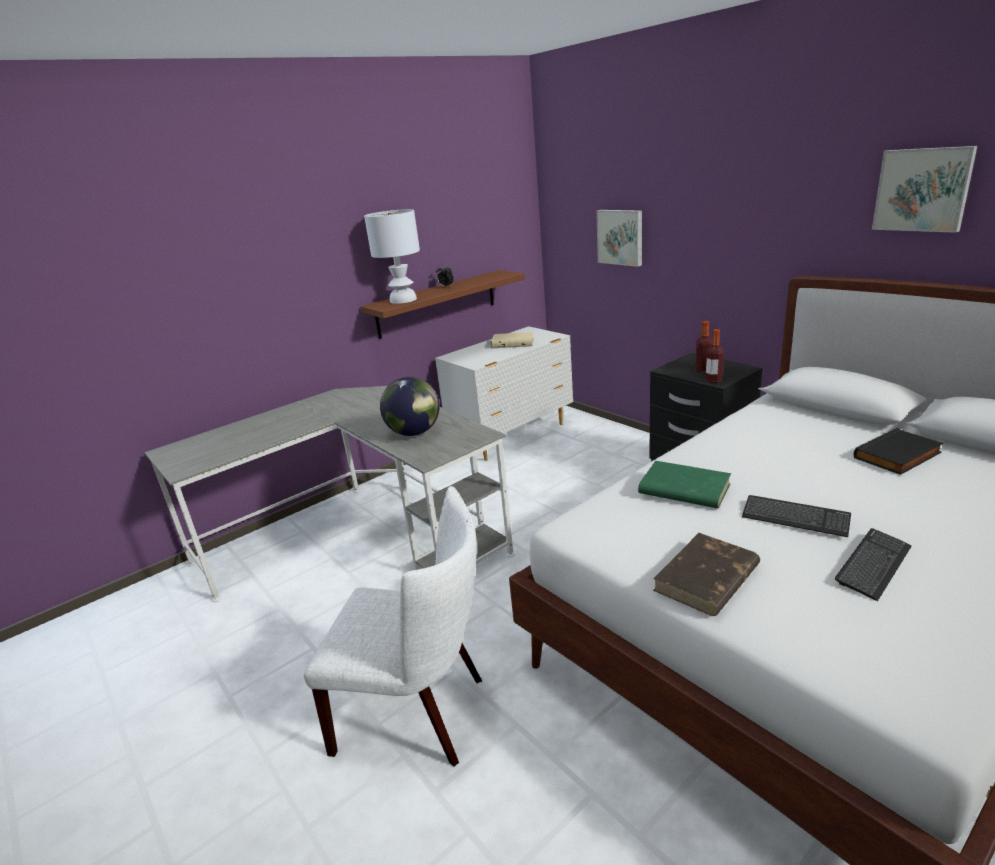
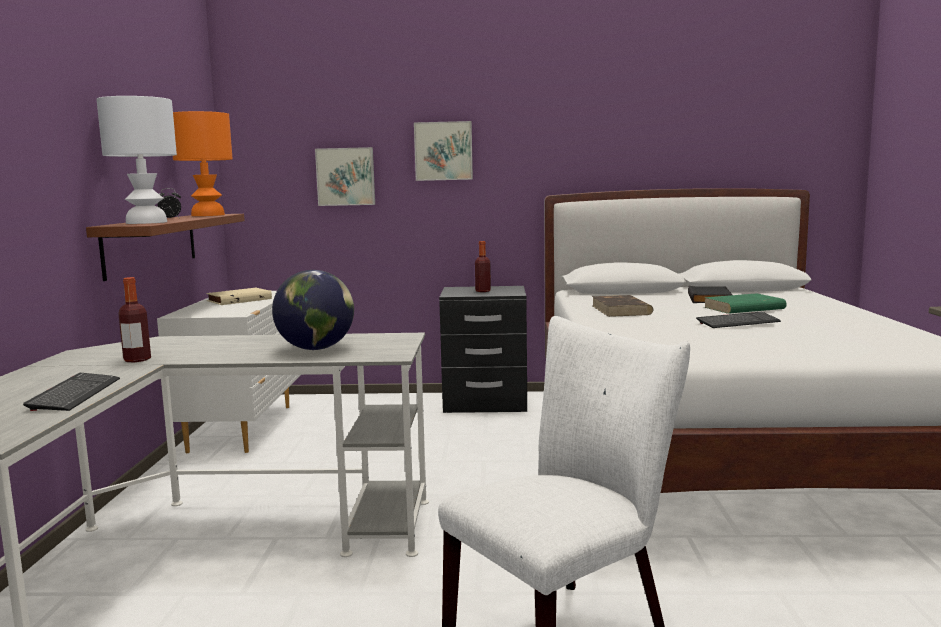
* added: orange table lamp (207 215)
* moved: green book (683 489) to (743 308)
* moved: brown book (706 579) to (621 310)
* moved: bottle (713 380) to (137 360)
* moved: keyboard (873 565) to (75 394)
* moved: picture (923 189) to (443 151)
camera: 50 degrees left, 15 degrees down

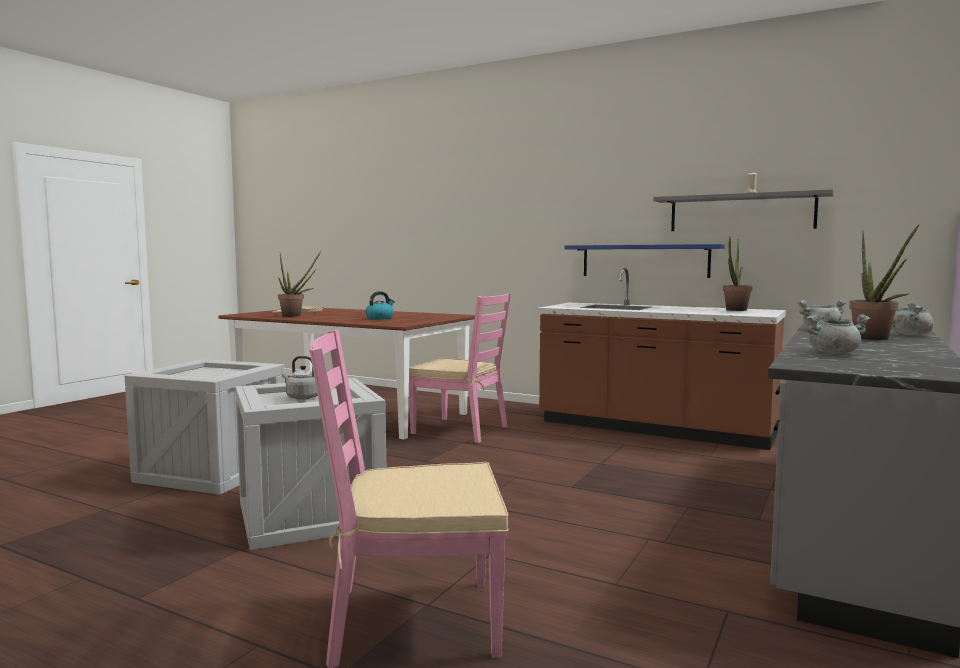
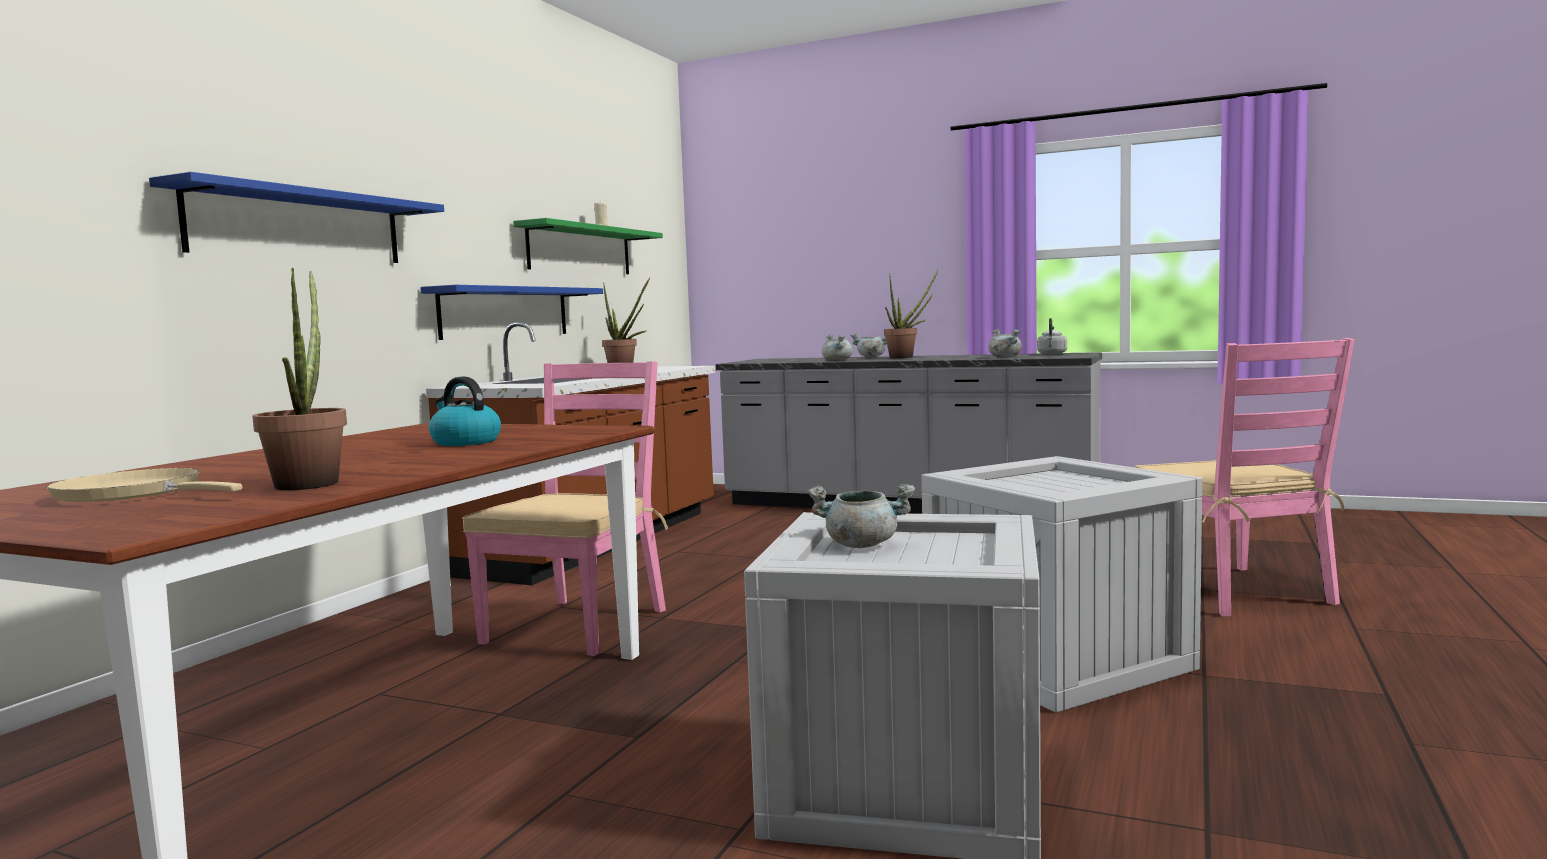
* added: blue shelf (299 226)
* added: grey cooking pot (862 545)
* moved: grey kettle (301 397) to (1052 354)
* recoloured: grey shelf (741 212) to green shelf (580 250)
camera: 95 degrees left, 0 degrees up

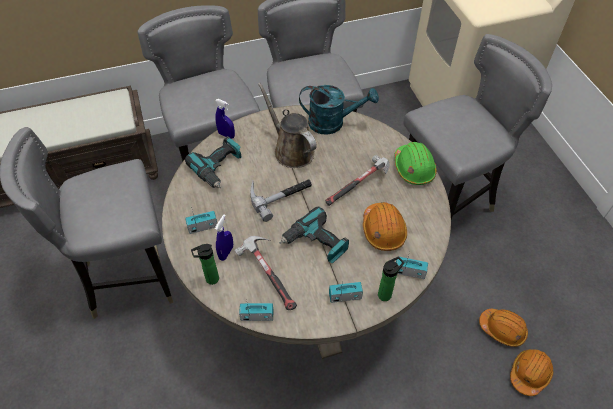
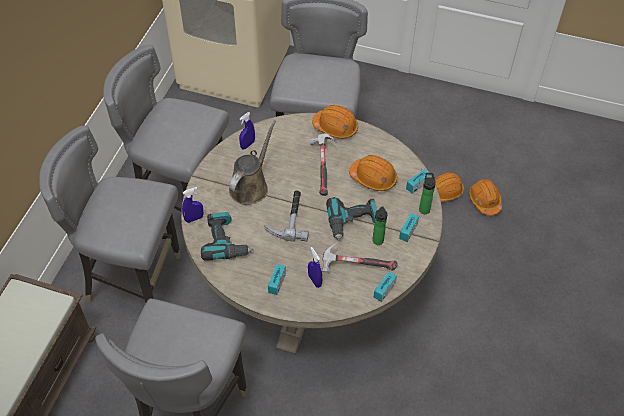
* moved: bottle (210 279) to (377 242)
* replaced: turquoise watering can (333 123) to blue spray bottle (247 145)
* recoloured: green hard hat (413 168) to orange hard hat (335 127)
* turned: brown watering can (291 150) = (251 186) 120 degrees clockwise
camera: 55 degrees left, 0 degrees up

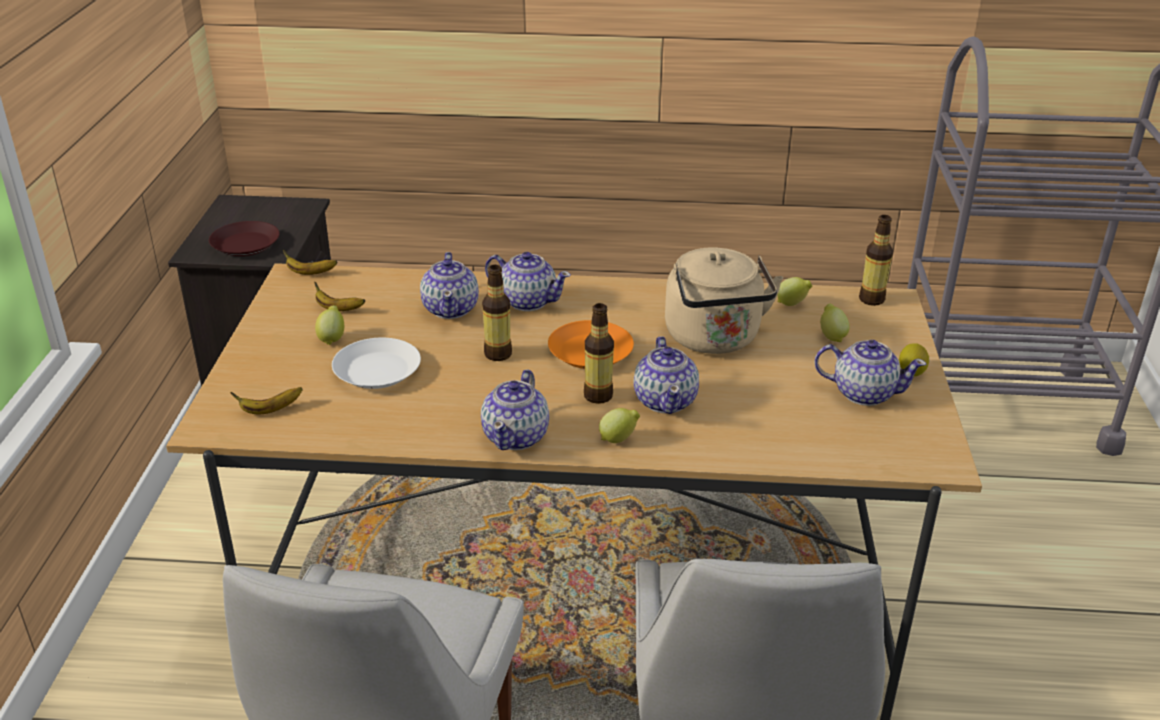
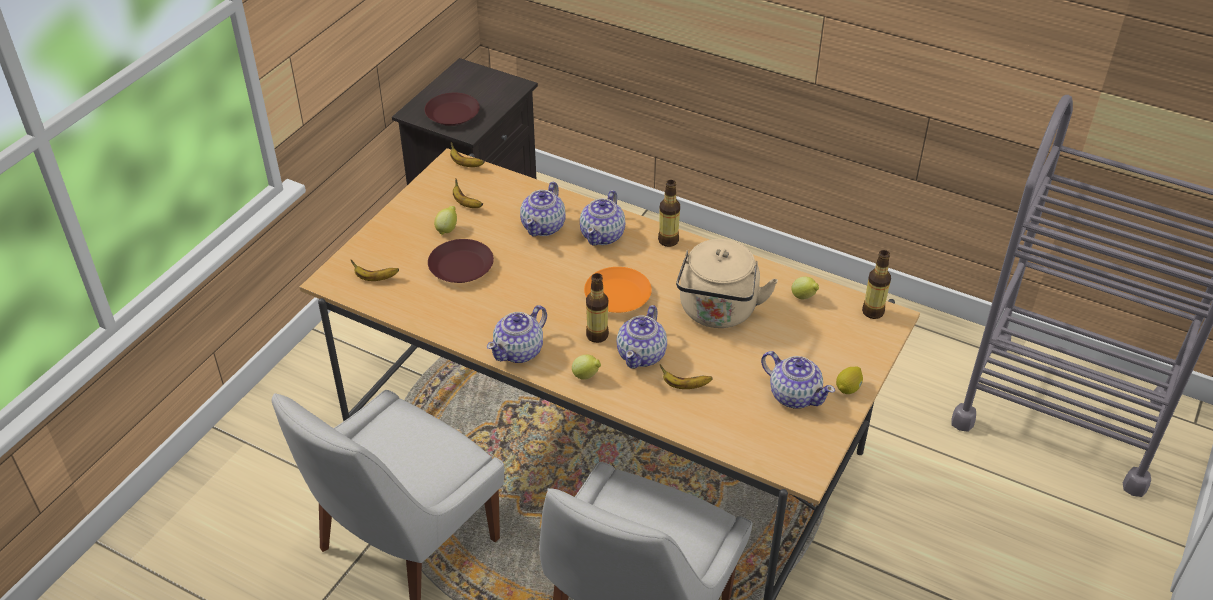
* removed: lemon (831 336)
* added: banana (685 386)
* moved: bottle (498 354) to (668 240)
* recoloured: white plate (378 371) to brown plate (461 267)
* turned: teapot (527 301) = (603 235) 60 degrees clockwise
camera: 25 degrees right, 10 degrees up

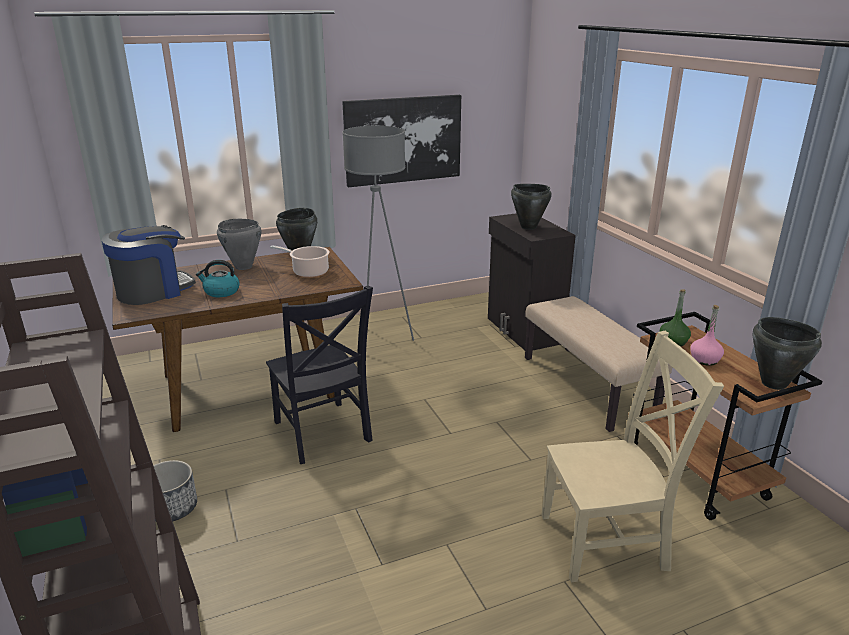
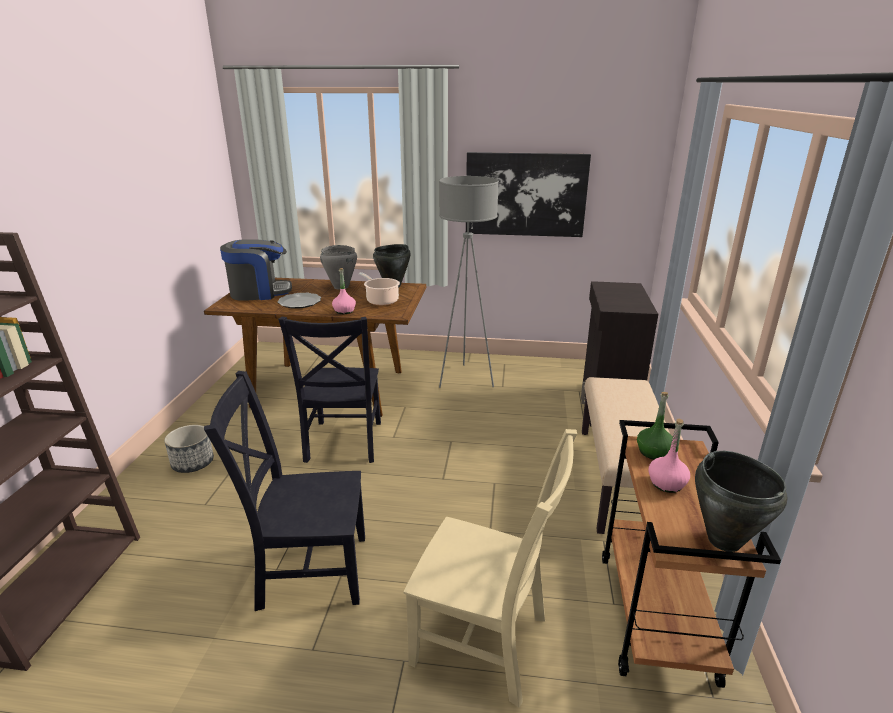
* removed: black cooking pot (528 227)
* added: black chair (308 570)
* added: pink bottle (344 311)
* replaced: kettle (221 292) to plate (299 302)
camera: 30 degrees right, 0 degrees up

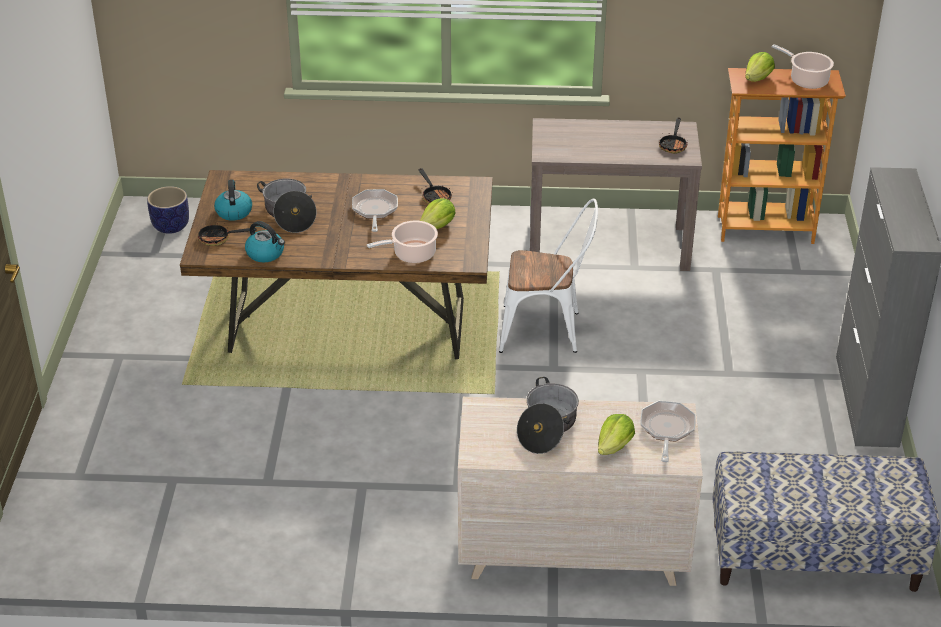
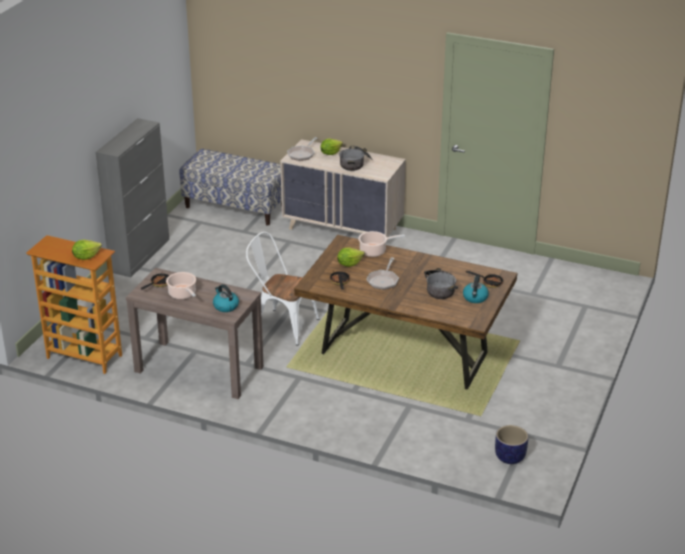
* moved: kettle (266 253) to (225 306)
* moved: cooking pot (806 80) to (183 294)
camera: 160 degrees left, 5 degrees down

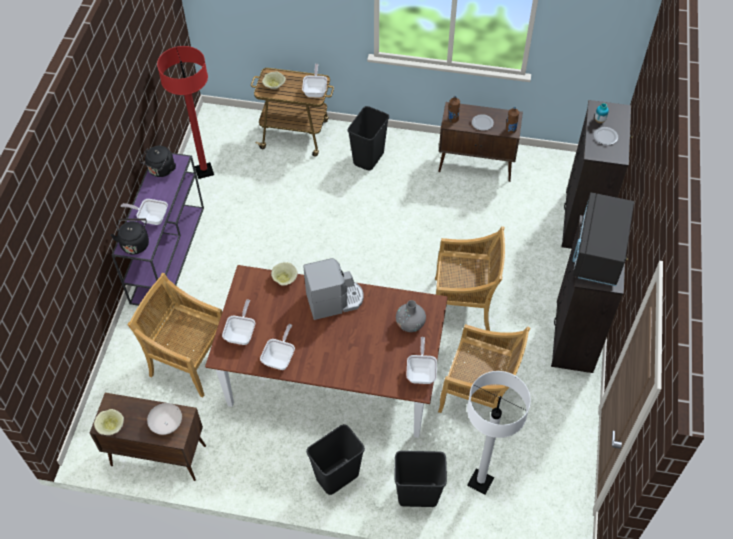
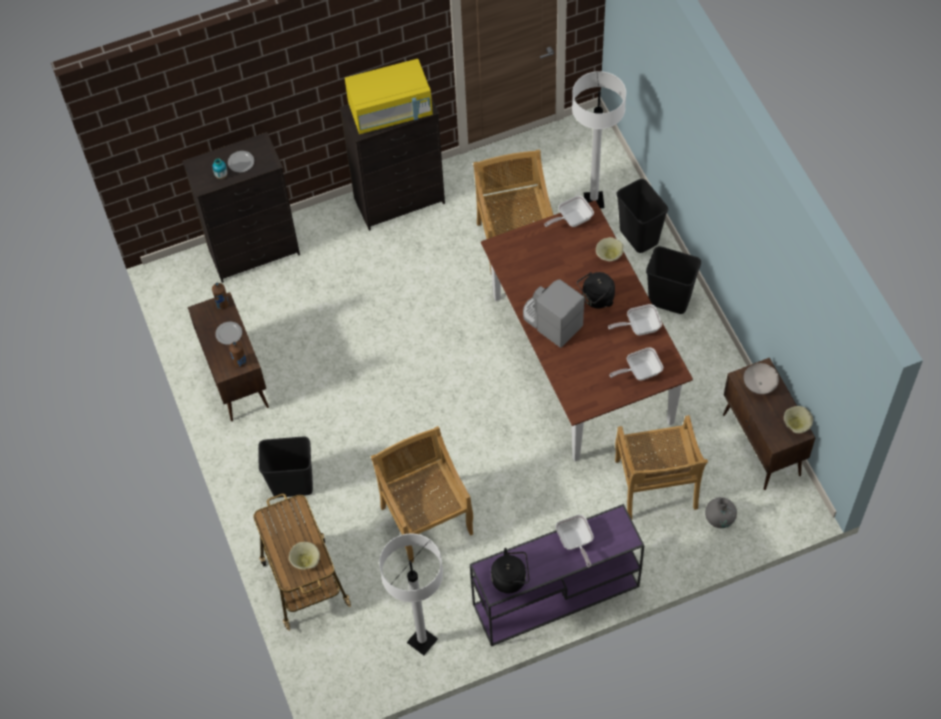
* removed: frying pan (315 90)
* moved: black kettle (135 243) to (596 299)
* moved: beige bowl (285 279) to (609 254)
* moved: grey vase (410 324) to (719 518)
* moved: beige chair (463 304) to (426 518)
* recoloured: red floor lamp (204 171) to white floor lamp (422 641)
* recoloured: black microwave (598 253) to yellow microwave (391 111)
camera: 120 degrees left, 5 degrees up

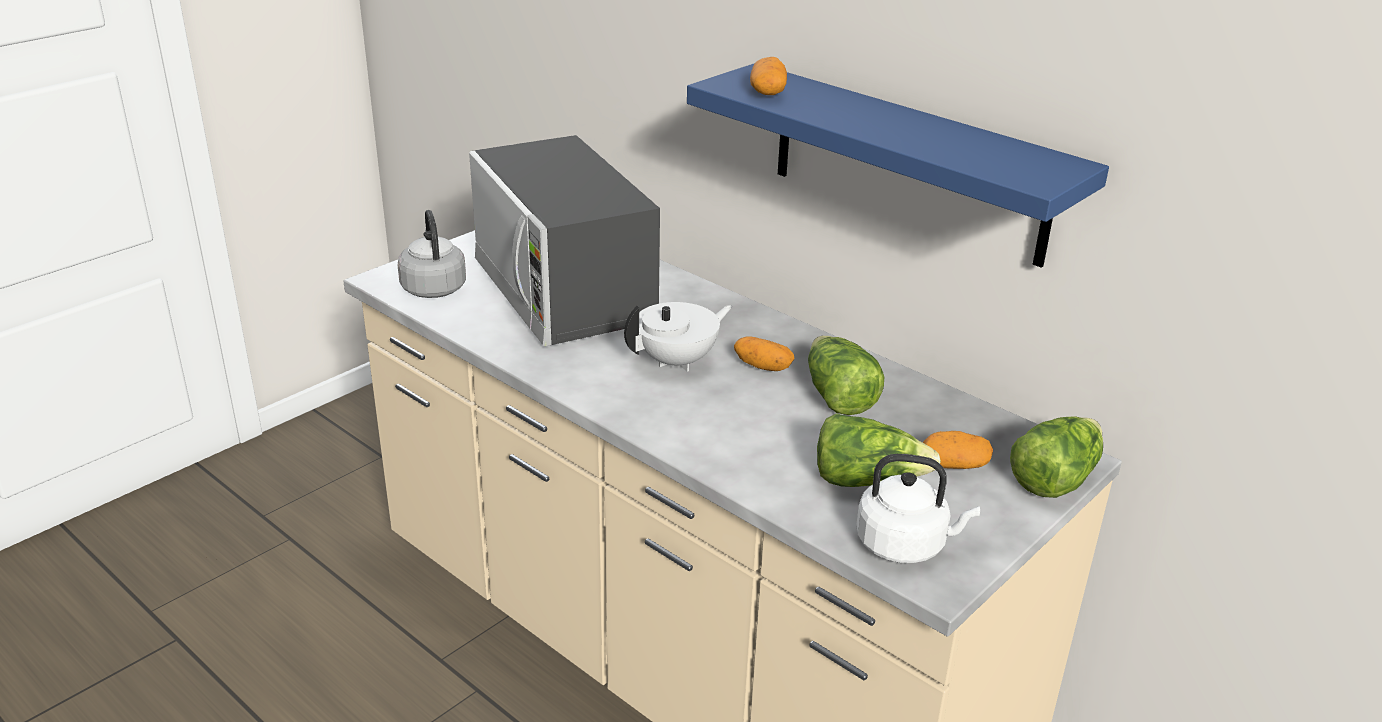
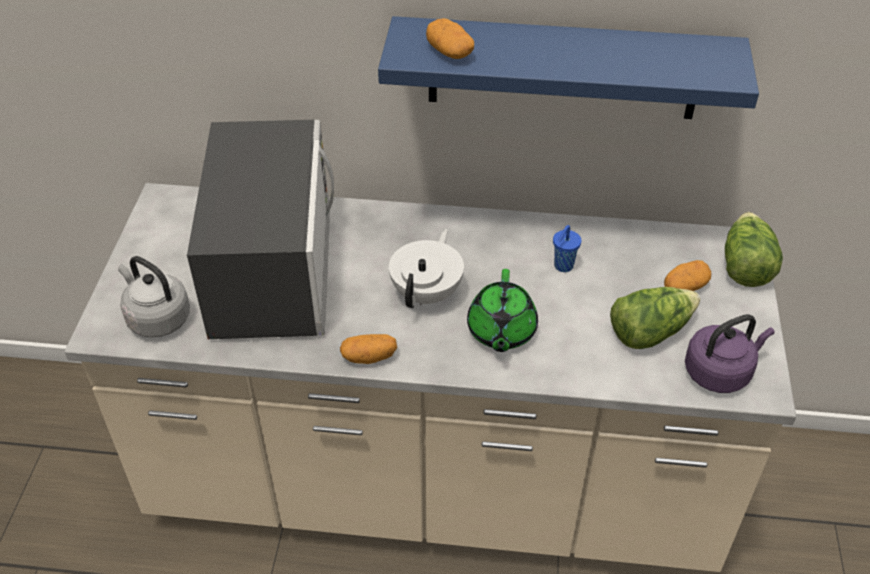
* added: green teapot (501 331)
* moved: potato (763 366) to (369 357)
* replaced: lettuce (838 396) to blue cup (563 266)
* recoloured: white kettle (905 545) to purple kettle (720 372)
* turned: microwave (564 293) = (272 269) 120 degrees counterclockwise
camera: 35 degrees left, 15 degrees up

